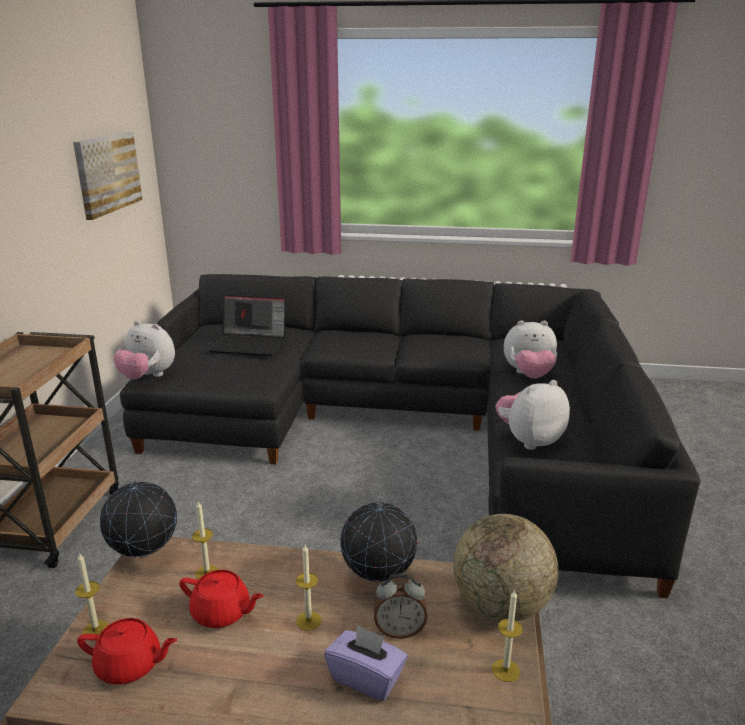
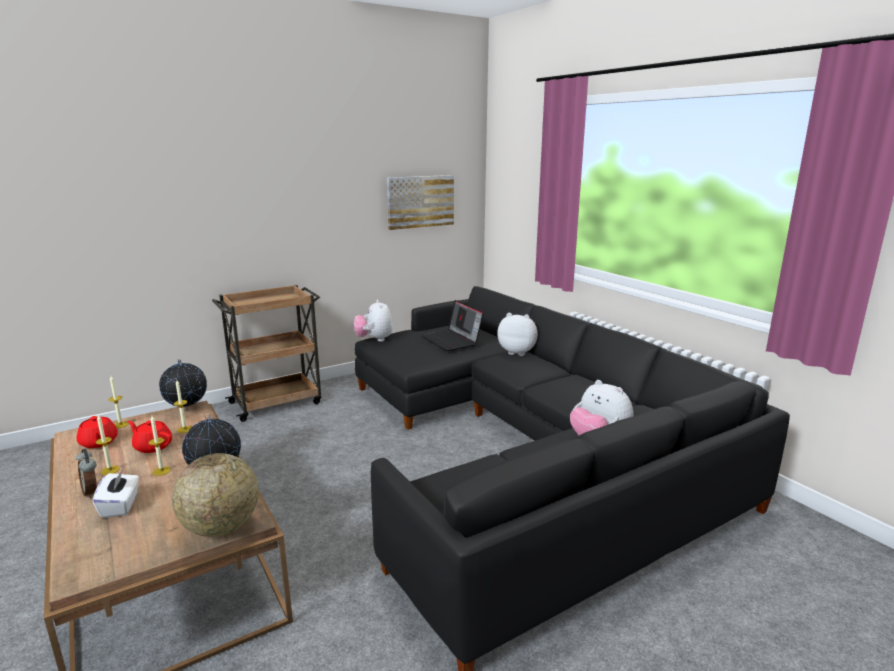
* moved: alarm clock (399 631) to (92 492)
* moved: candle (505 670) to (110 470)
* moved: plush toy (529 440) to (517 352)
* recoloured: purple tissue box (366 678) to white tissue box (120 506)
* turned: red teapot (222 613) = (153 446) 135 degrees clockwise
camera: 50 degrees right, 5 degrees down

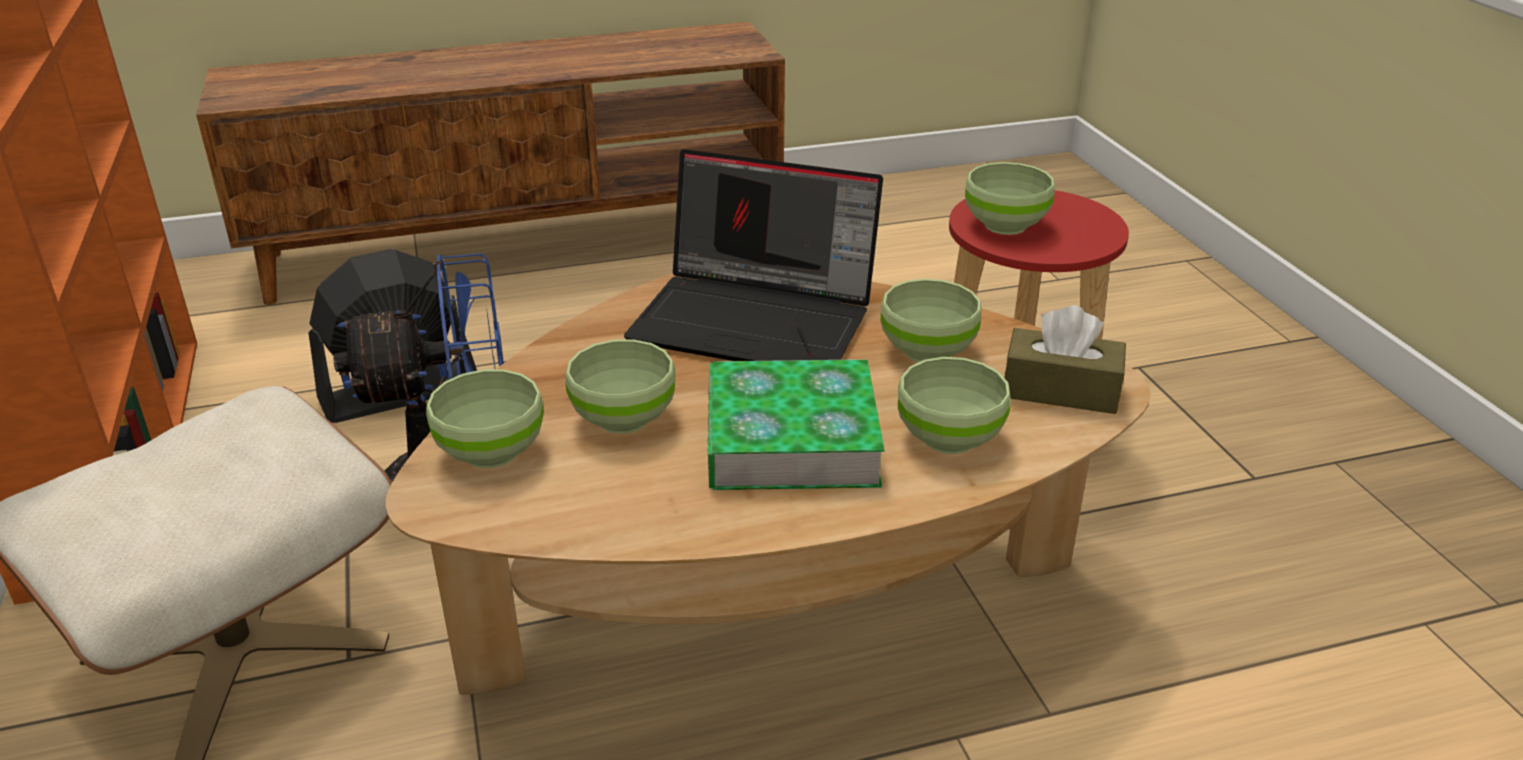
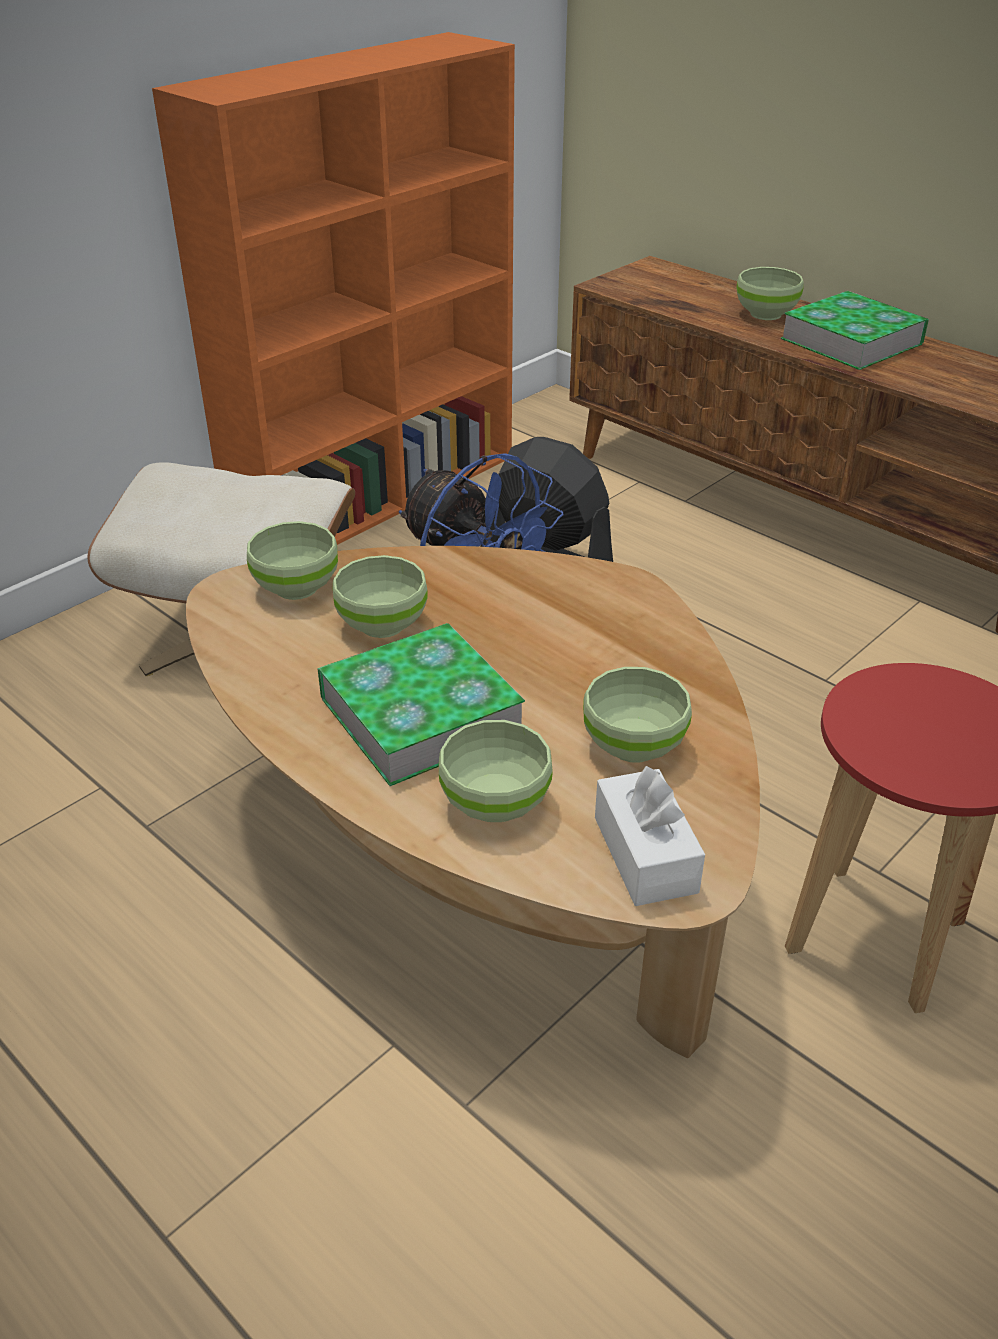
* removed: laptop (758 319)
* added: book (851 341)
* moved: green bowl (1004 225) to (766 314)
* recoloured: brown tissue box (1060 390) to white tissue box (645 854)
camera: 60 degrees right, 5 degrees up

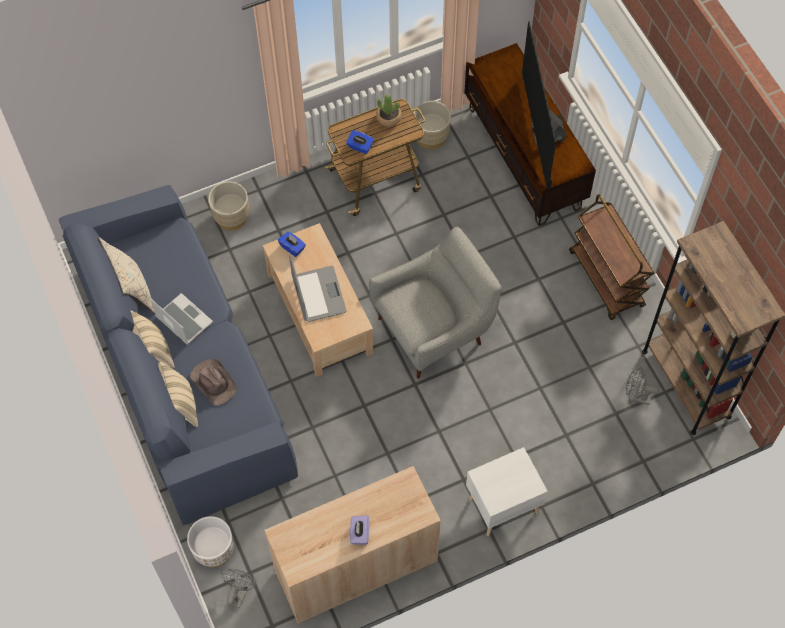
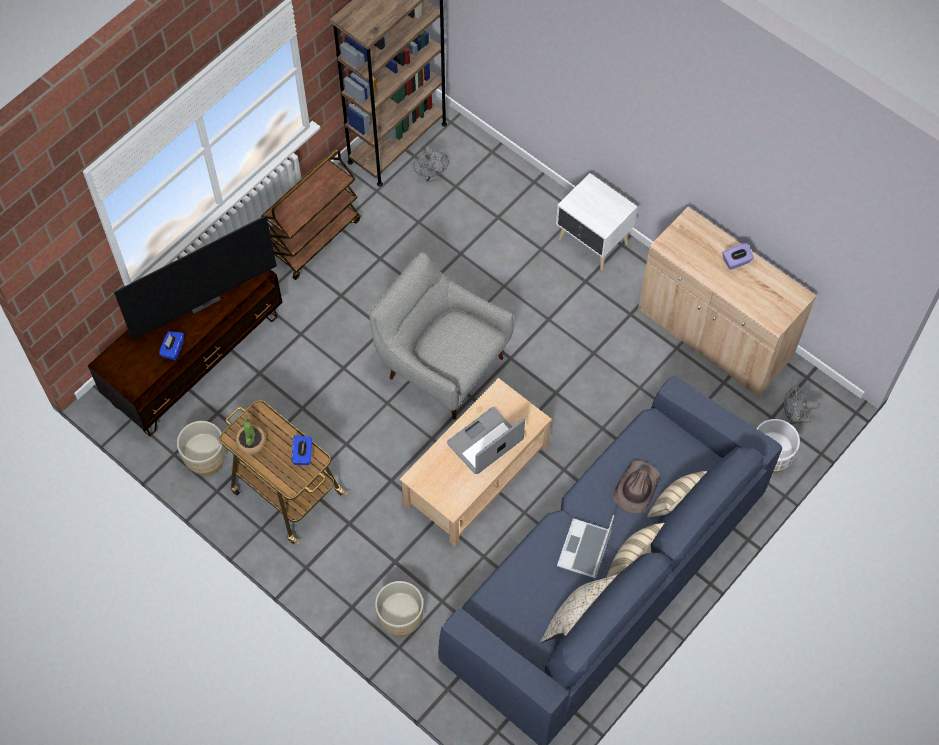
* moved: blue tissue box (292 247) to (173 349)
camera: 115 degrees left, 0 degrees up

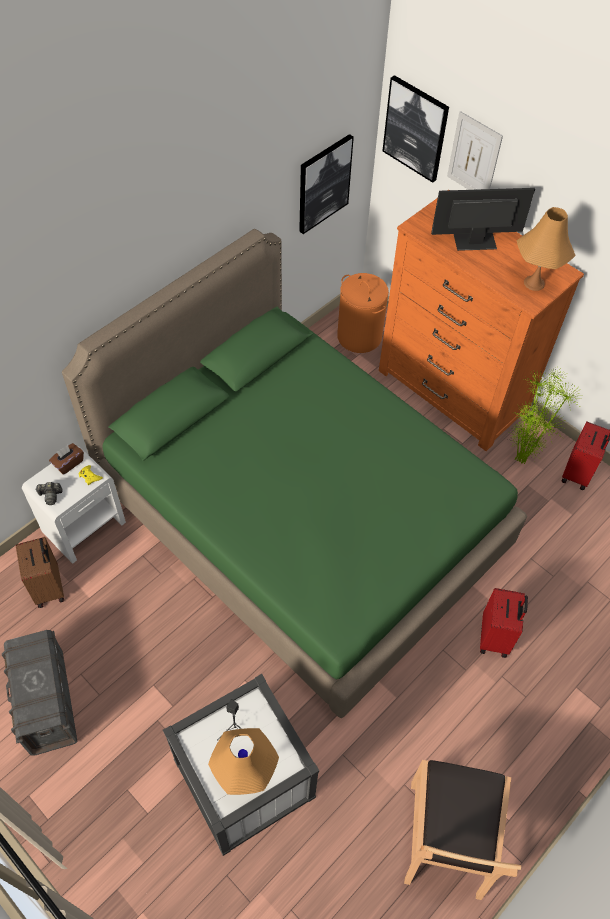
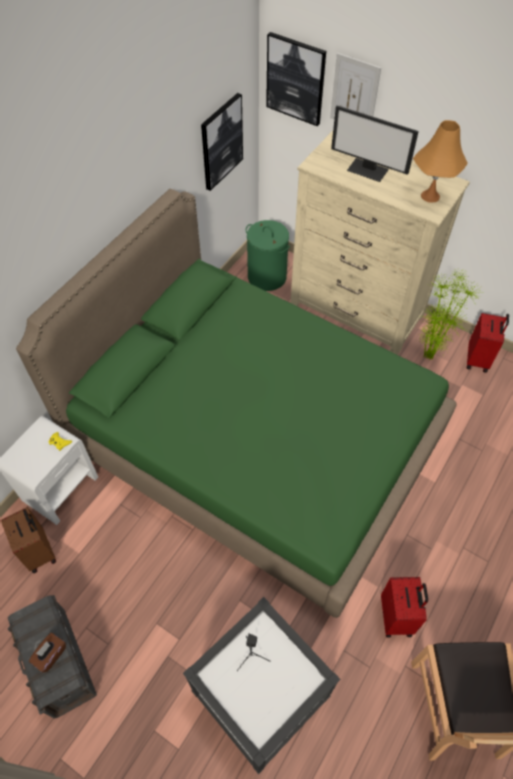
* removed: photo camera (50 495)
* removed: orange table lamp (245 775)
* moved: brown tissue box (68 463) to (50 655)
* moved: red suitcase (495 637) to (397 617)
* recoloured: orange laundry basket (359 336) to green laundry basket (266 277)
* recoloured: orange dresser (452 391) to beige dresser (356 309)
* turned: monitor (474 242) = (368 169) 135 degrees counterclockwise
camera: 10 degrees left, 0 degrees up

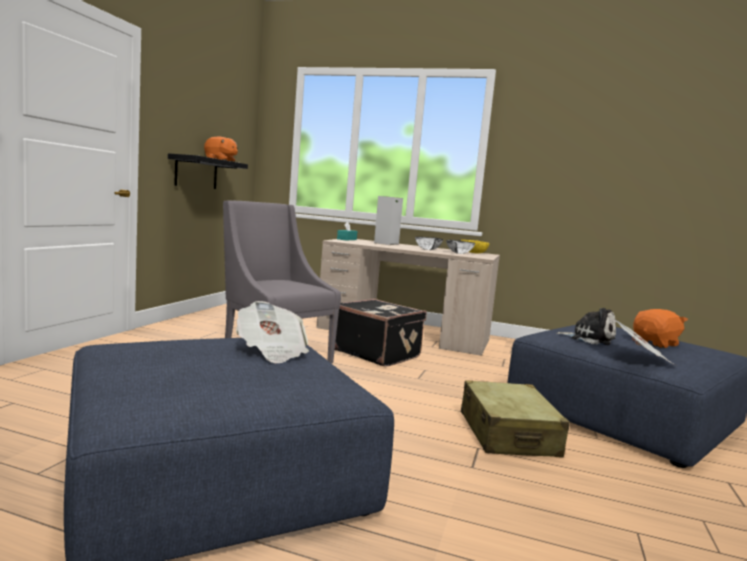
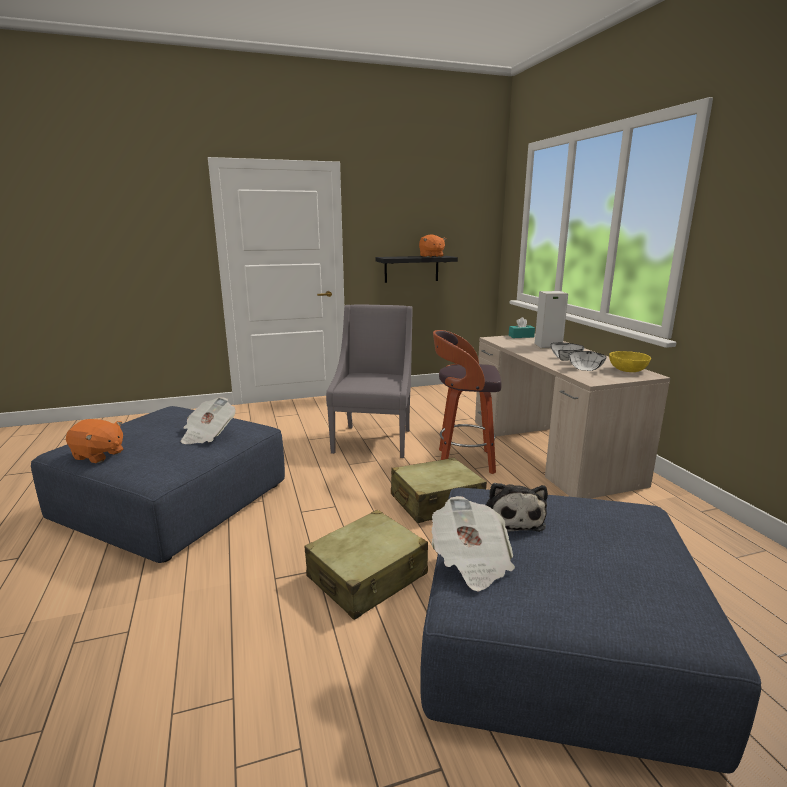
* added: beige suitcase (436 502)
* moved: orange plush toy (656 343) to (98 455)
* replaced: black suitcase (377 353) to stool (463 462)
camera: 55 degrees right, 10 degrees up

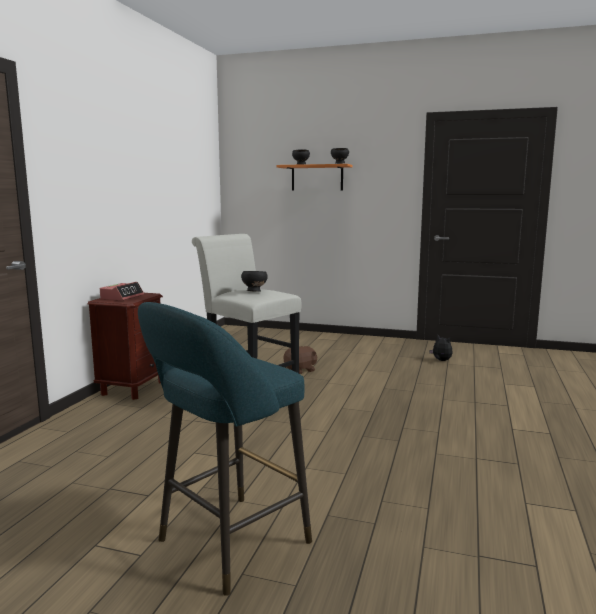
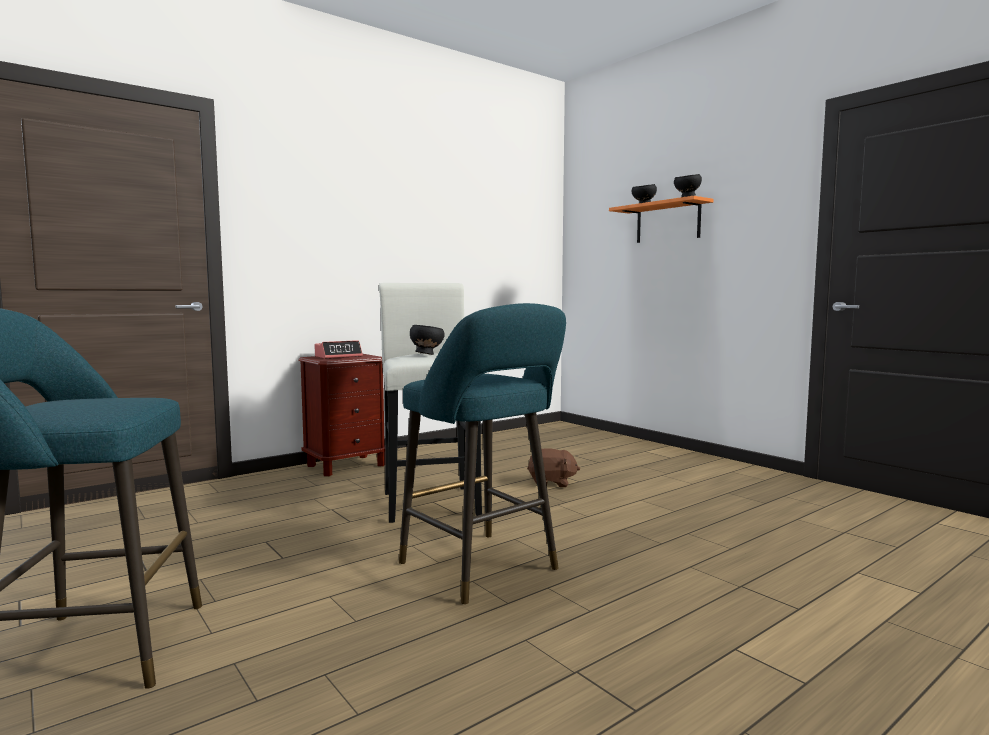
* removed: plush toy (441 360)
* added: turquoise stool (483 569)
camera: 35 degrees right, 5 degrees down

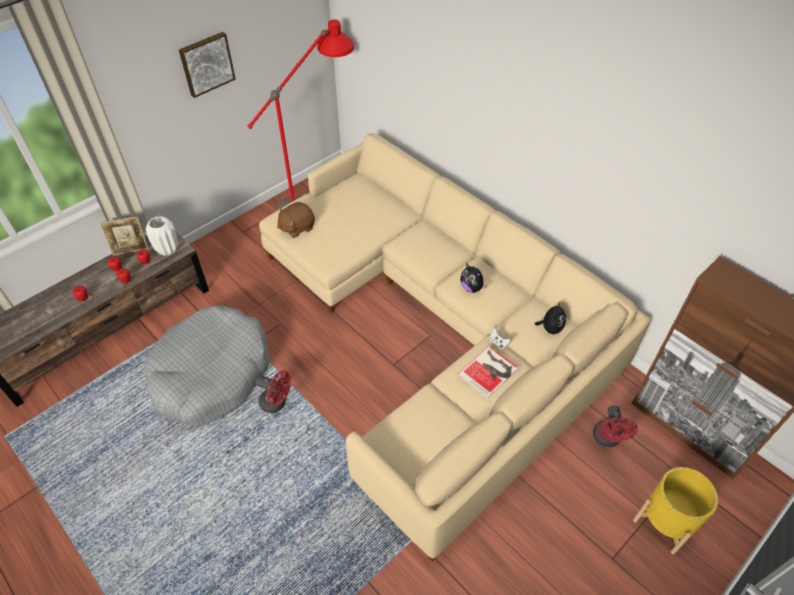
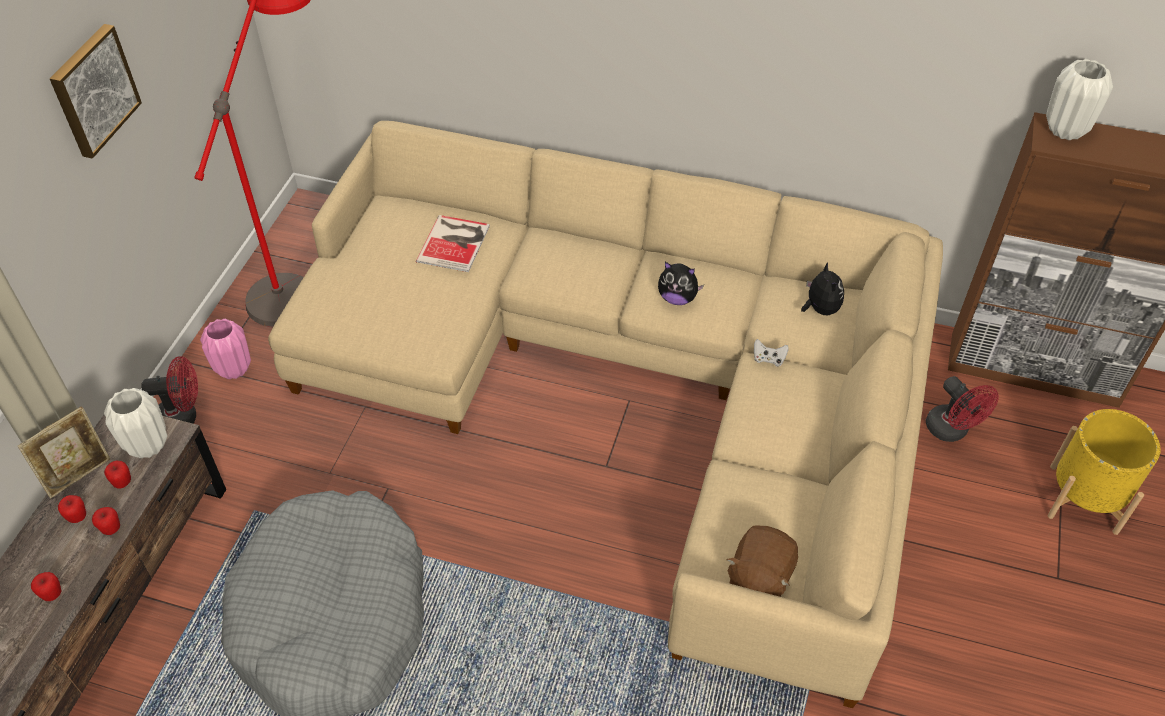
* added: pink vase (233 369)
* added: white vase (1066 130)
* moved: red fan (277 403) to (184 417)
* moved: brown plush toy (297 227) to (759 578)
* moved: book (490 371) to (455 242)
camera: 30 degrees left, 0 degrees up

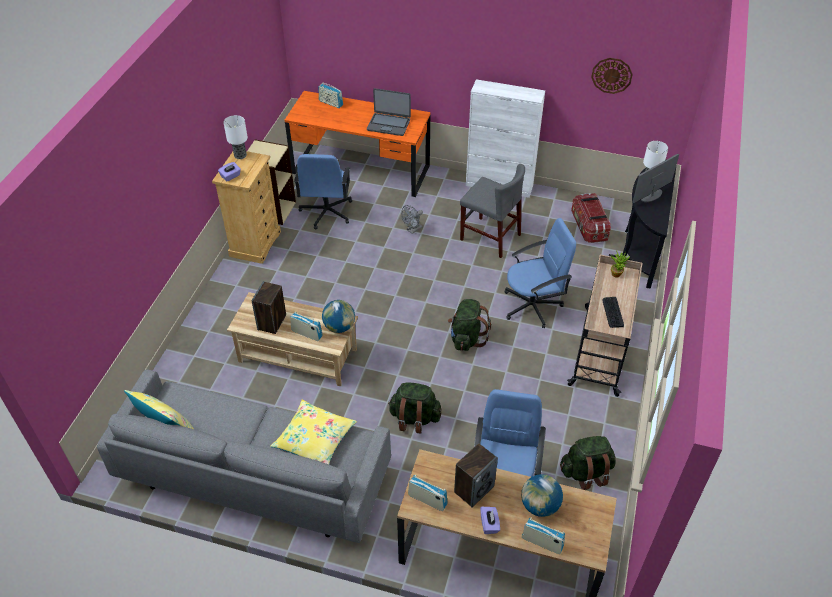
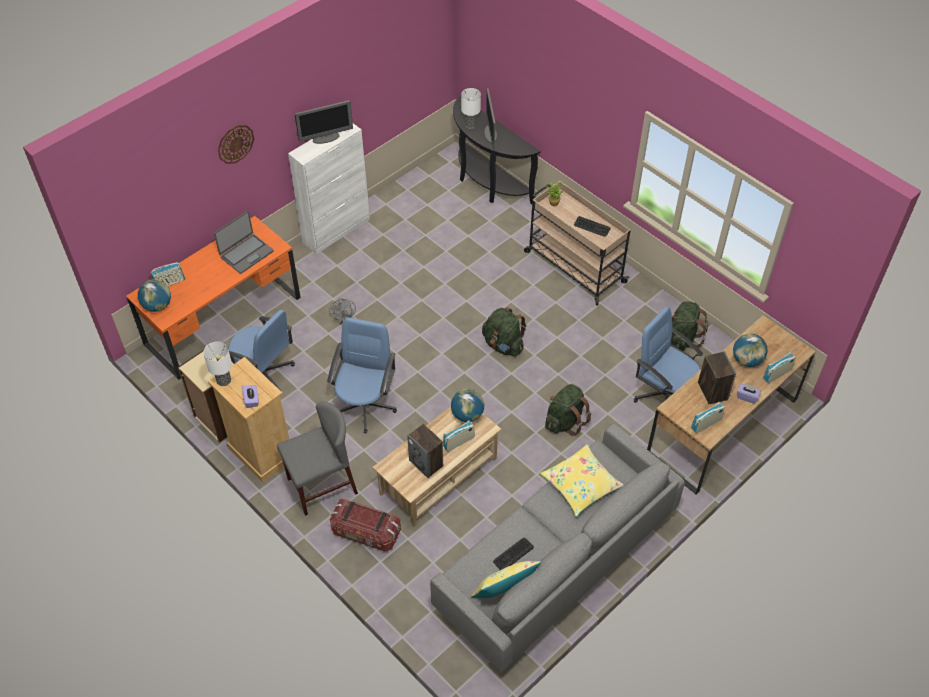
* added: globe (157 305)
* added: monitor (326 138)
* added: keyboard (513 554)
* moved: grey chair (490 237) to (322 486)
* moved: blue office chair (533 306) to (365 405)
* moved: storage box (588 227) to (366 533)
* moved: wall clock (611 75) to (235 144)
camera: 60 degrees left, 5 degrees up

